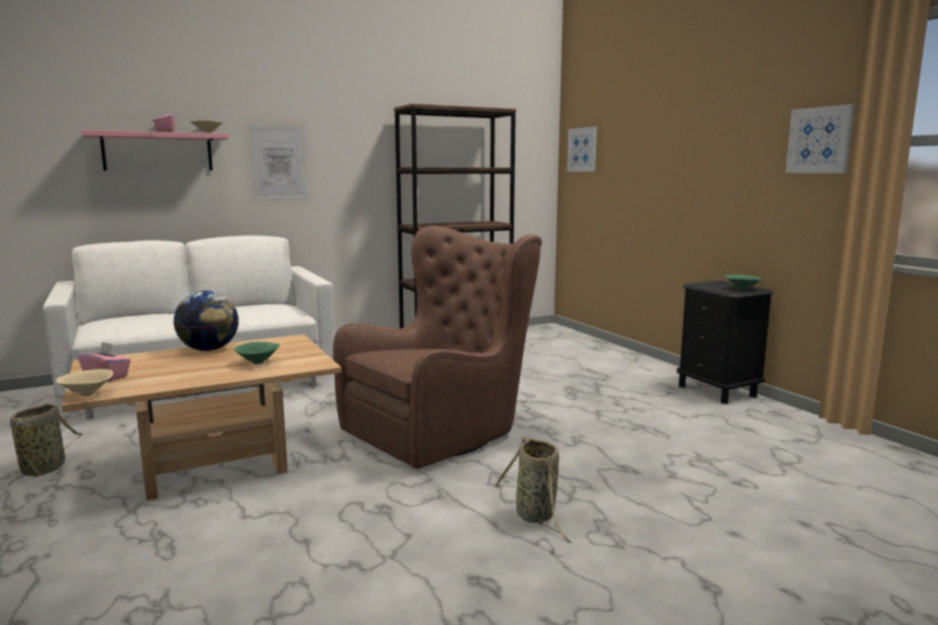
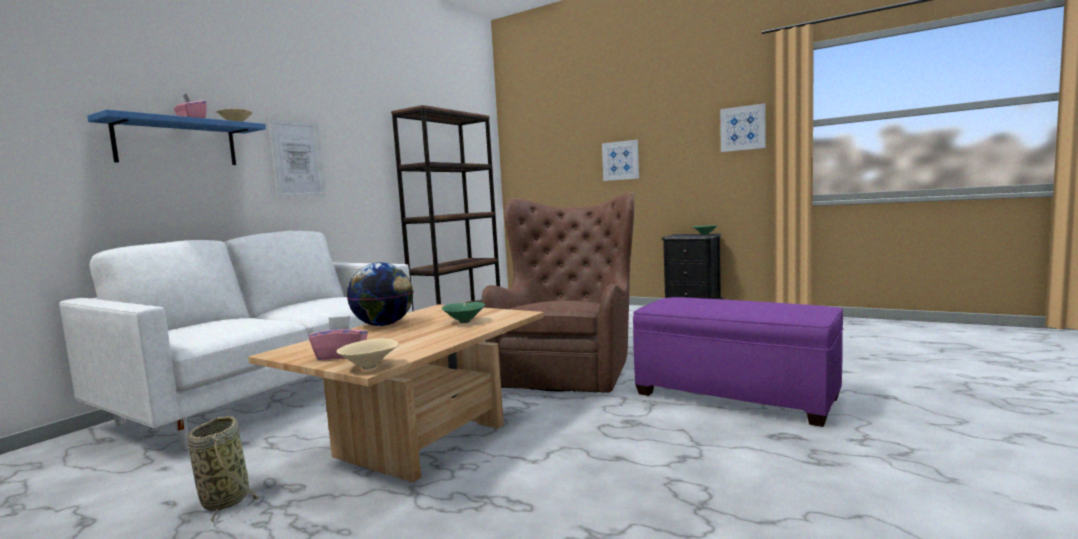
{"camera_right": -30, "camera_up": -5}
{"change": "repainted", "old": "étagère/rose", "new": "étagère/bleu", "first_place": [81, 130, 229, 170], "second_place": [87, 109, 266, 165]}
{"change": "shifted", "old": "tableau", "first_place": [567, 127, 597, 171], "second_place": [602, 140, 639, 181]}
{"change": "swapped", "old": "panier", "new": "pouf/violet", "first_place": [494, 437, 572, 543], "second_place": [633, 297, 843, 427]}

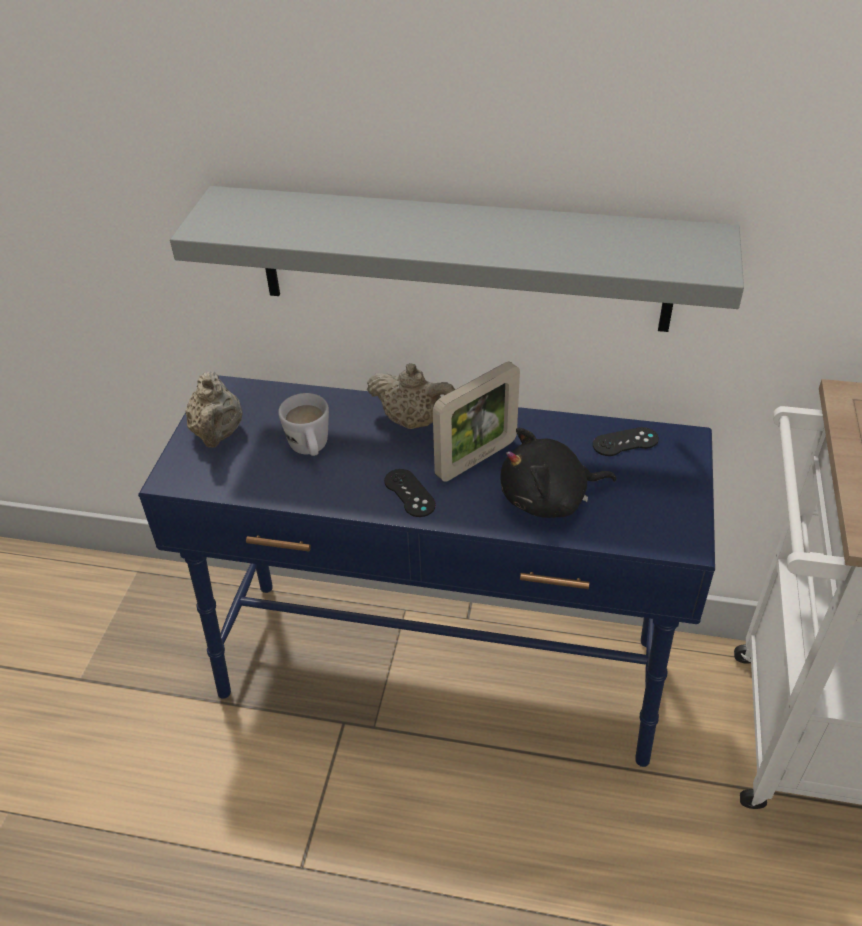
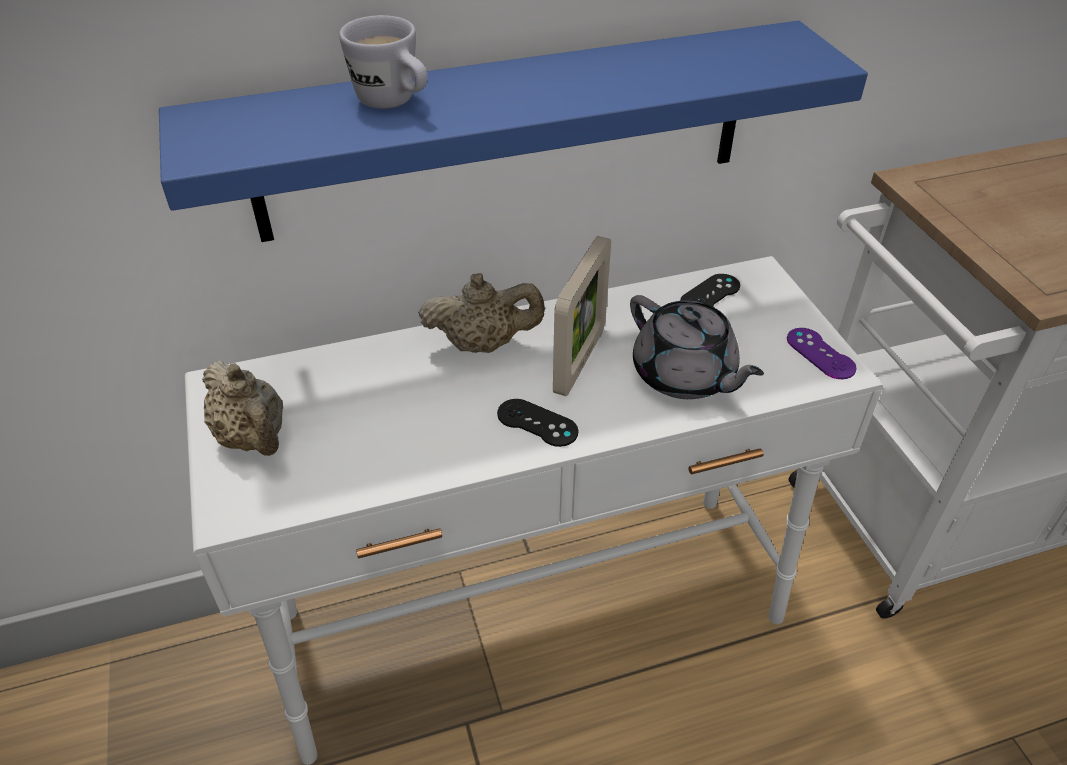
{"camera_right": -30, "camera_up": 0}
{"change": "repainted", "old": "étagère/gris", "new": "étagère/bleu", "first_place": [170, 186, 744, 332], "second_place": [159, 21, 868, 242]}
{"change": "repainted", "old": "table console/bleu", "new": "table console/blanc", "first_place": [138, 375, 715, 767], "second_place": [185, 256, 884, 765]}
{"change": "shifted", "old": "mug/blanc", "first_place": [278, 393, 329, 456], "second_place": [339, 15, 427, 109]}
{"change": "swapped", "old": "peluche/noir", "new": "théière/gris", "first_place": [500, 428, 617, 518], "second_place": [630, 295, 764, 399]}
{"change": "new", "new": "manette/violet", "second_place": [787, 328, 857, 379]}

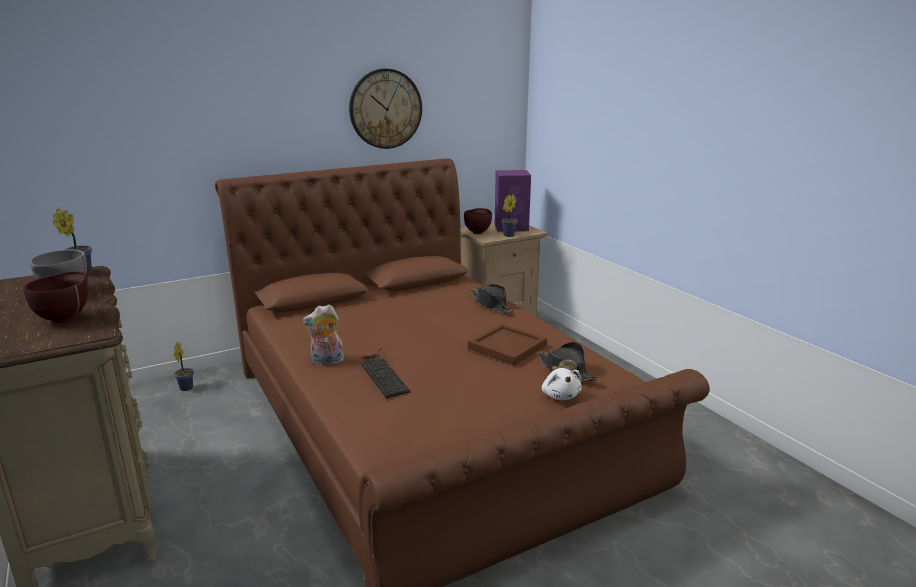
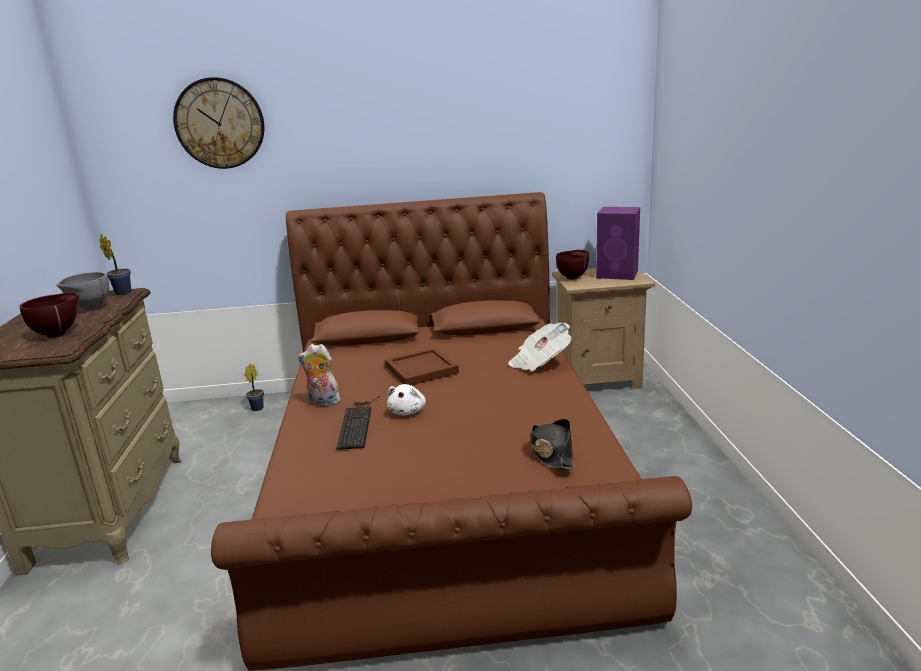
{"camera_right": 25, "camera_up": 0}
{"change": "shifted", "old": "horloge murale", "first_place": [349, 69, 422, 149], "second_place": [173, 77, 264, 169]}
{"change": "shifted", "old": "plateau/marron", "first_place": [468, 324, 547, 365], "second_place": [385, 347, 459, 385]}
{"change": "shifted", "old": "peluche/blanc", "first_place": [542, 368, 582, 400], "second_place": [387, 384, 426, 415]}
{"change": "swapped", "old": "chapeau/noir", "new": "journal", "first_place": [471, 284, 513, 313], "second_place": [508, 322, 572, 371]}
{"change": "gone", "old": "plante en pot", "first_place": [501, 194, 517, 237]}

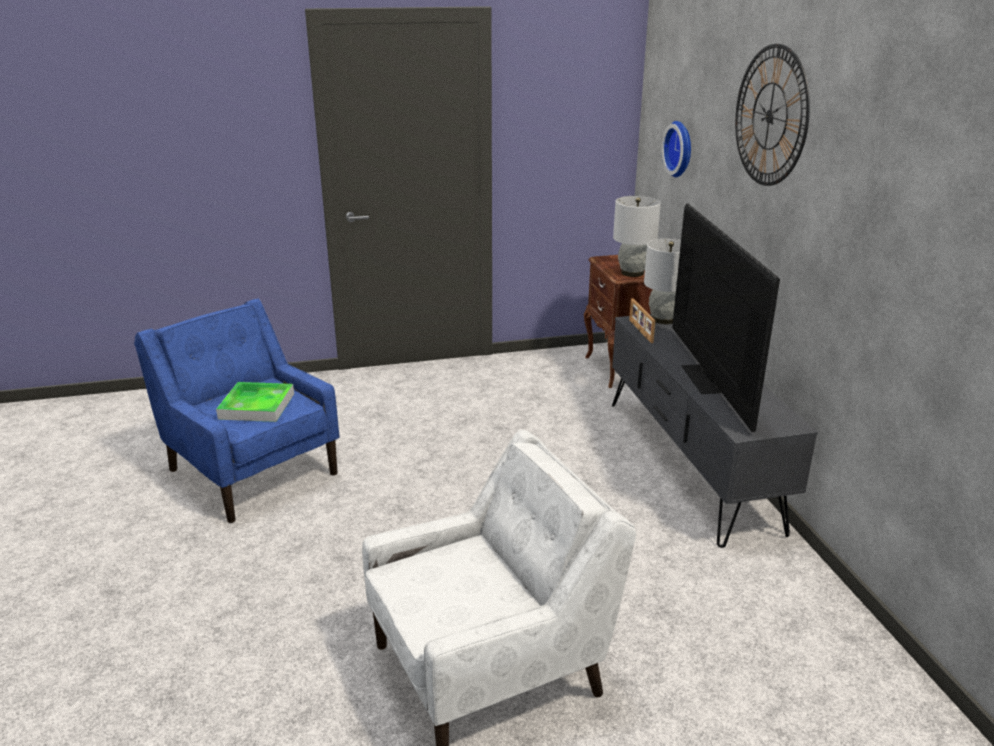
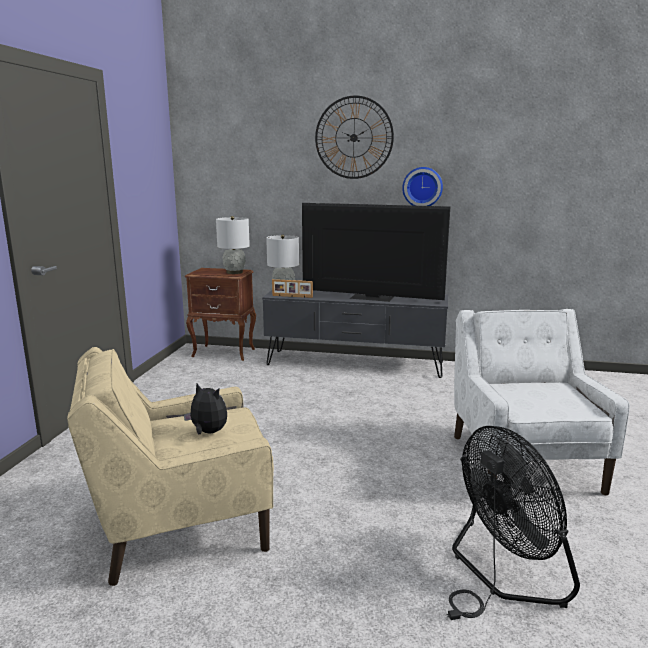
{"camera_right": -65, "camera_up": -10}
{"change": "repainted", "old": "fauteuil/bleu", "new": "fauteuil/beige", "first_place": [134, 298, 340, 523], "second_place": [67, 347, 274, 586]}
{"change": "swapped", "old": "plateau", "new": "peluche", "first_place": [216, 382, 294, 422], "second_place": [184, 383, 227, 434]}
{"change": "shifted", "old": "horloge murale", "first_place": [661, 121, 691, 177], "second_place": [402, 167, 443, 206]}
{"change": "new", "new": "ventilateur/noir", "second_place": [446, 426, 580, 620]}

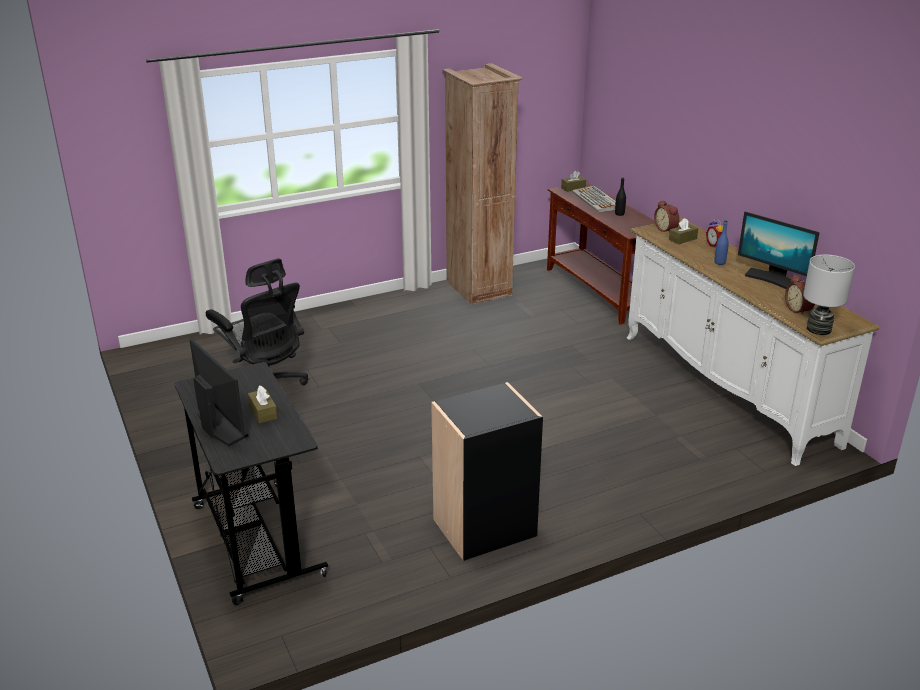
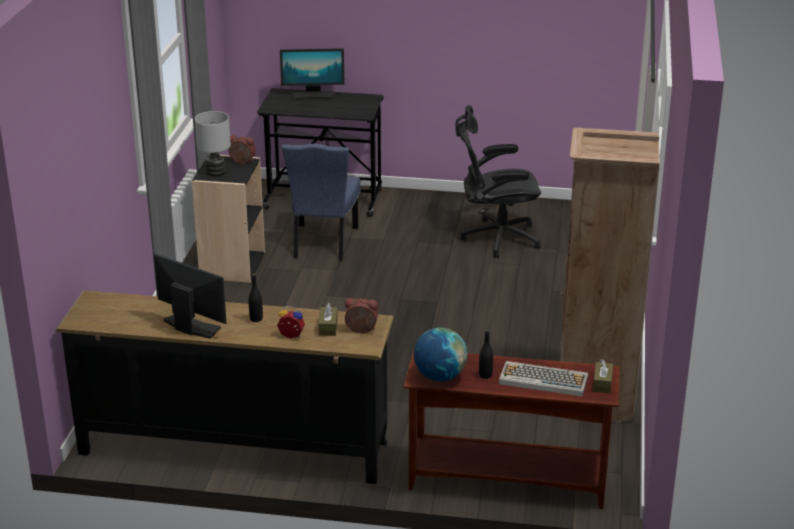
{"camera_right": 125, "camera_up": 0}
{"change": "repainted", "old": "meuble de rangement/blanc", "new": "meuble de rangement/noir", "first_place": [627, 218, 879, 466], "second_place": [55, 290, 394, 484]}
{"change": "rotated", "old": "écran d'ordinateur", "first_place": [738, 212, 820, 289], "second_place": [154, 253, 227, 339], "degrees": 45}
{"change": "shifted", "old": "lampe de table/gris", "first_place": [803, 255, 855, 335], "second_place": [195, 111, 231, 176]}
{"change": "shifted", "old": "réveil", "first_place": [785, 275, 815, 316], "second_place": [229, 135, 256, 164]}
{"change": "repainted", "old": "bouteille/bleu", "new": "bouteille/noir", "first_place": [714, 220, 729, 265], "second_place": [248, 273, 263, 322]}
{"change": "new", "new": "chaise/bleu", "second_place": [282, 144, 361, 261]}
{"change": "new", "new": "globe", "second_place": [414, 328, 467, 381]}
{"change": "gone", "old": "boîte à mouchoirs/marron", "first_place": [248, 385, 278, 424]}

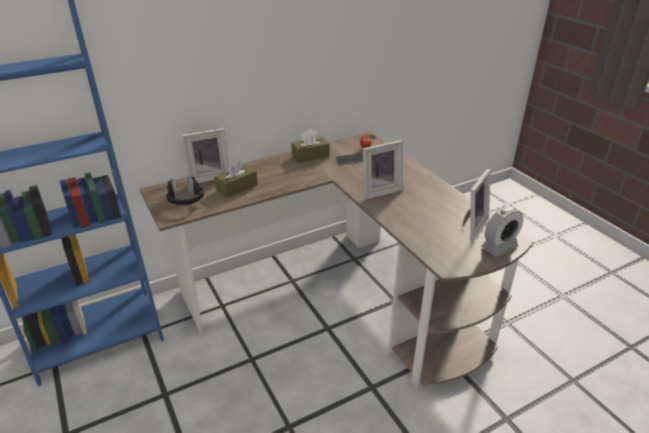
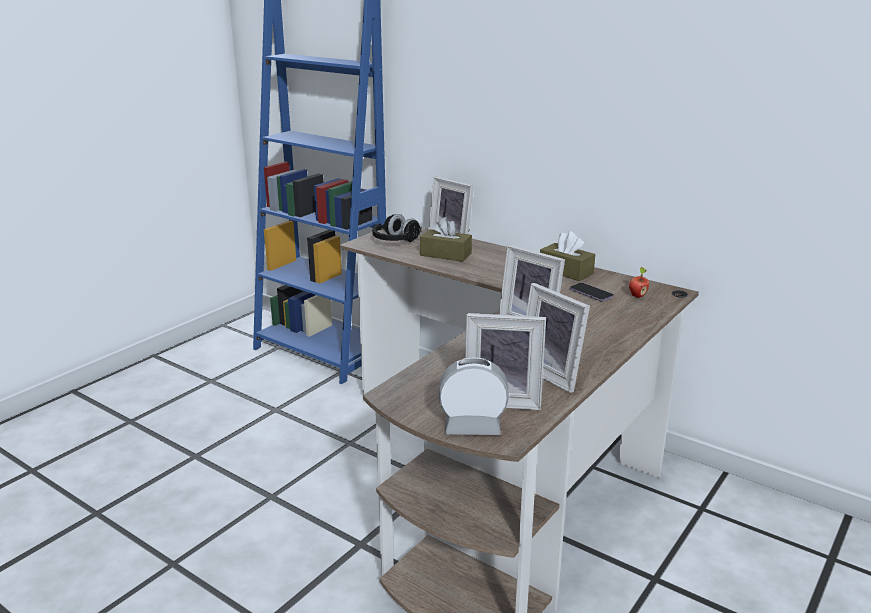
{"camera_right": 65, "camera_up": -10}
{"change": "rotated", "old": "réveil", "first_place": [481, 206, 523, 257], "second_place": [439, 357, 509, 435], "degrees": 150}
{"change": "new", "new": "cadre photo", "second_place": [526, 283, 590, 393]}

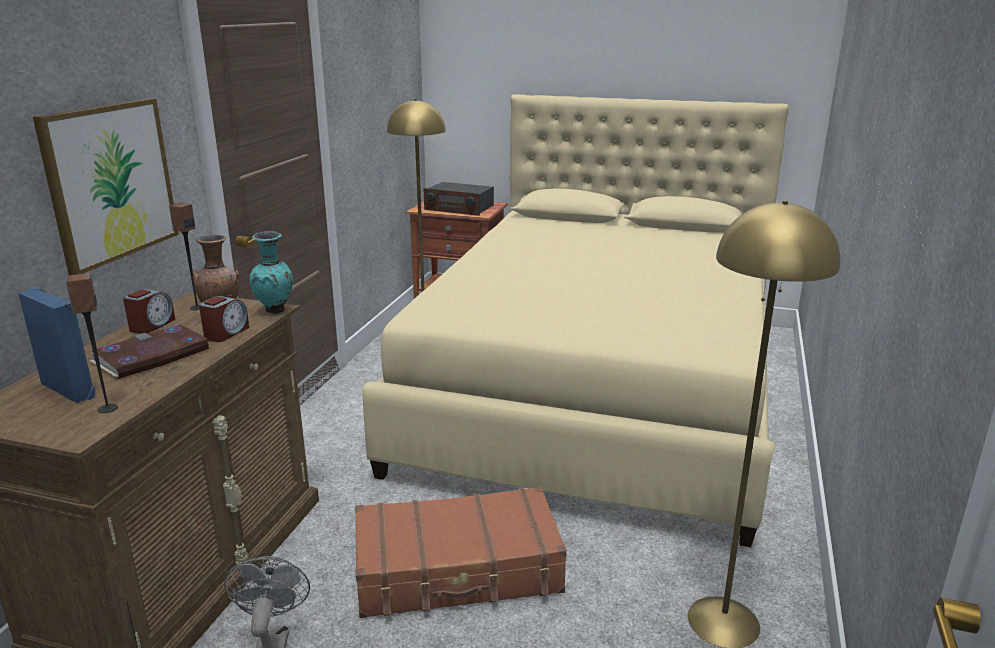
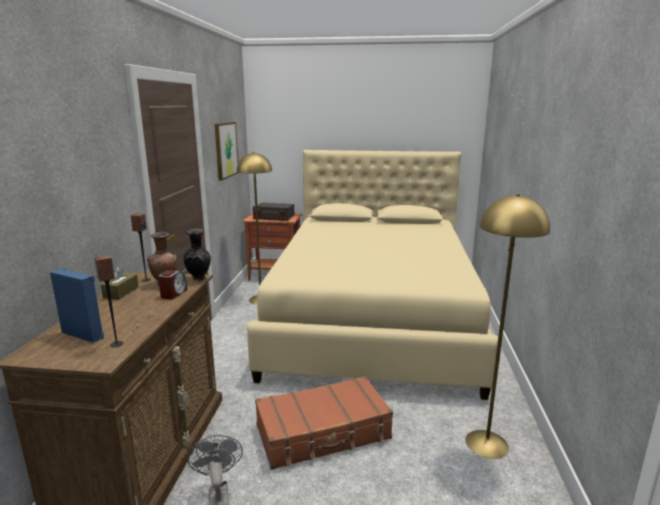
{"camera_right": -10, "camera_up": -5}
{"change": "swapped", "old": "réveil", "new": "boîte à mouchoirs/marron", "first_place": [123, 289, 175, 334], "second_place": [101, 266, 139, 300]}
{"change": "repainted", "old": "vase/turquoise", "new": "vase/noir", "first_place": [250, 231, 293, 314], "second_place": [183, 229, 211, 281]}
{"change": "shifted", "old": "tableau", "first_place": [33, 98, 179, 275], "second_place": [215, 122, 238, 181]}
{"change": "gone", "old": "livre", "first_place": [90, 325, 209, 379]}

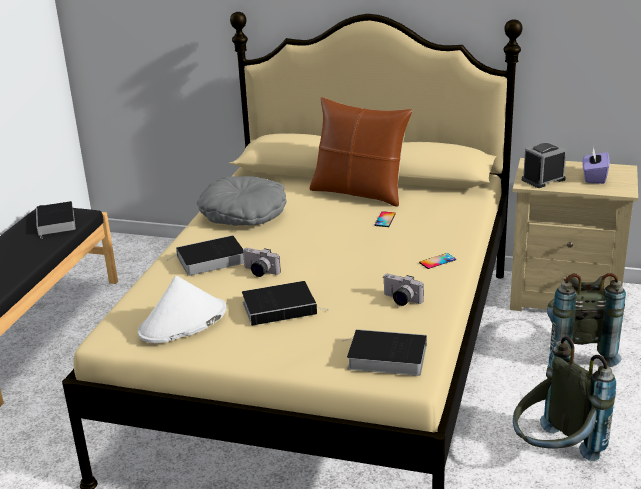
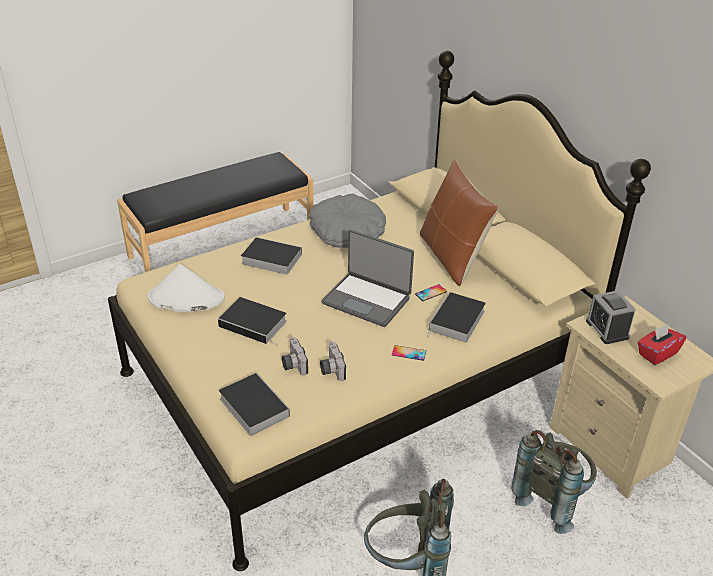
{"camera_right": 40, "camera_up": 10}
{"change": "shifted", "old": "appareil photo", "first_place": [242, 248, 281, 277], "second_place": [282, 337, 308, 375]}
{"change": "new", "new": "ordinateur portable", "second_place": [321, 230, 414, 327]}
{"change": "shifted", "old": "livre", "first_place": [36, 201, 76, 239], "second_place": [427, 292, 486, 342]}
{"change": "rotated", "old": "réveil", "first_place": [522, 142, 567, 188], "second_place": [586, 290, 636, 344], "degrees": -120}
{"change": "repainted", "old": "boîte à mouchoirs/violet", "new": "boîte à mouchoirs/rouge", "first_place": [582, 147, 609, 184], "second_place": [638, 324, 686, 365]}

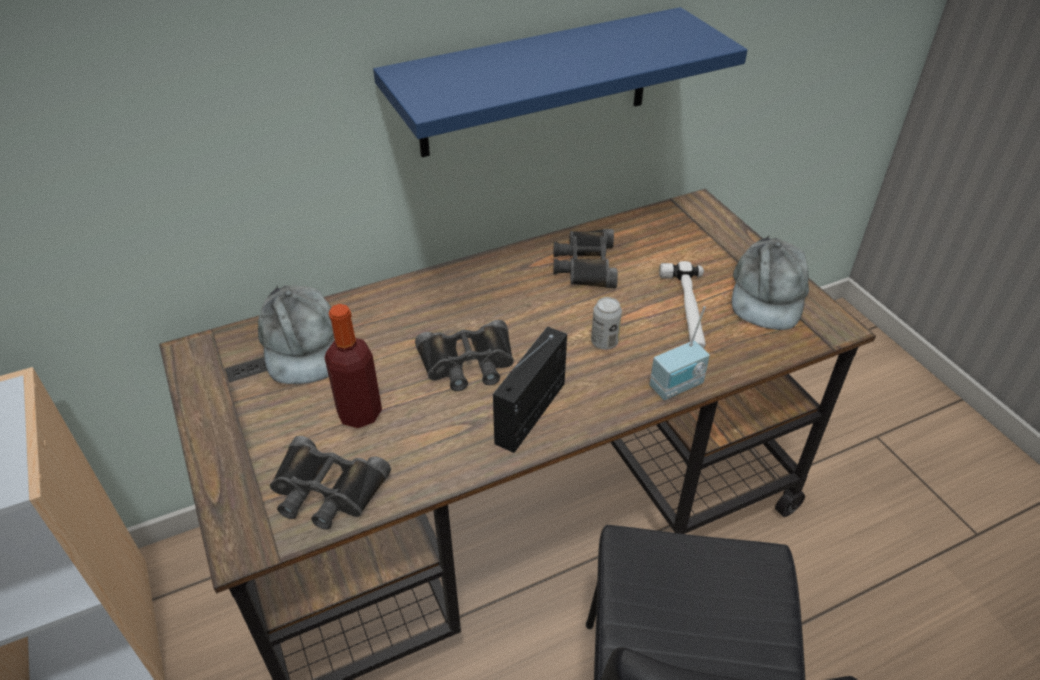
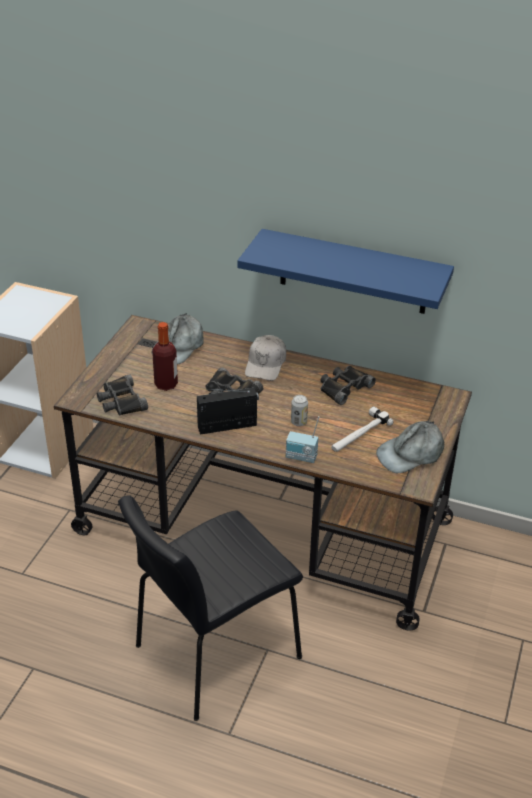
{"camera_right": 45, "camera_up": -5}
{"change": "new", "new": "casquette/blanc", "second_place": [245, 335, 286, 381]}

